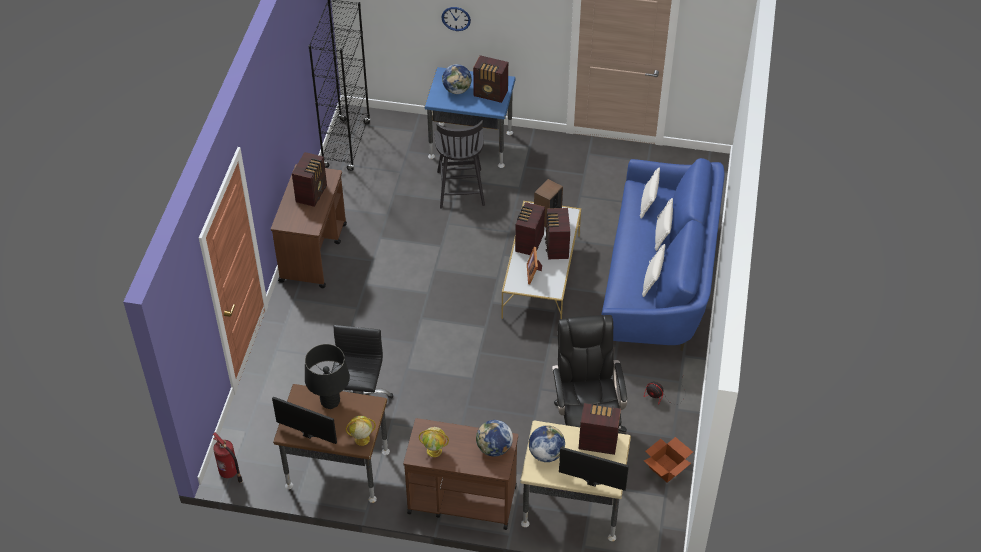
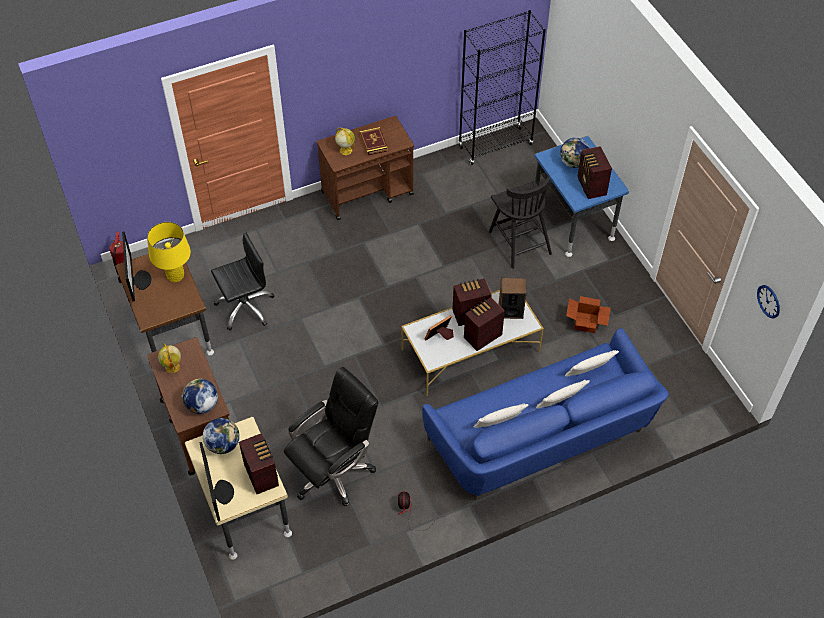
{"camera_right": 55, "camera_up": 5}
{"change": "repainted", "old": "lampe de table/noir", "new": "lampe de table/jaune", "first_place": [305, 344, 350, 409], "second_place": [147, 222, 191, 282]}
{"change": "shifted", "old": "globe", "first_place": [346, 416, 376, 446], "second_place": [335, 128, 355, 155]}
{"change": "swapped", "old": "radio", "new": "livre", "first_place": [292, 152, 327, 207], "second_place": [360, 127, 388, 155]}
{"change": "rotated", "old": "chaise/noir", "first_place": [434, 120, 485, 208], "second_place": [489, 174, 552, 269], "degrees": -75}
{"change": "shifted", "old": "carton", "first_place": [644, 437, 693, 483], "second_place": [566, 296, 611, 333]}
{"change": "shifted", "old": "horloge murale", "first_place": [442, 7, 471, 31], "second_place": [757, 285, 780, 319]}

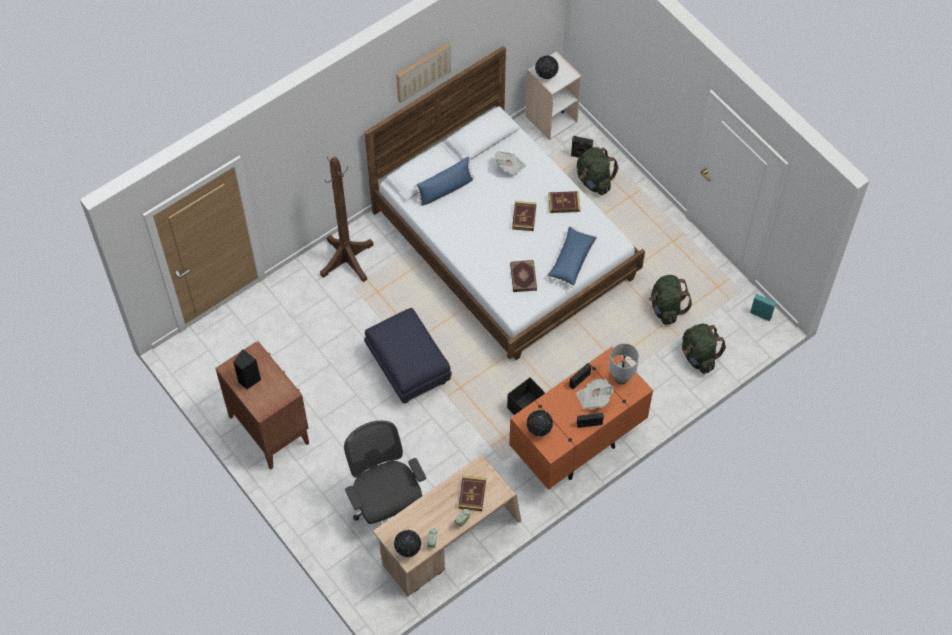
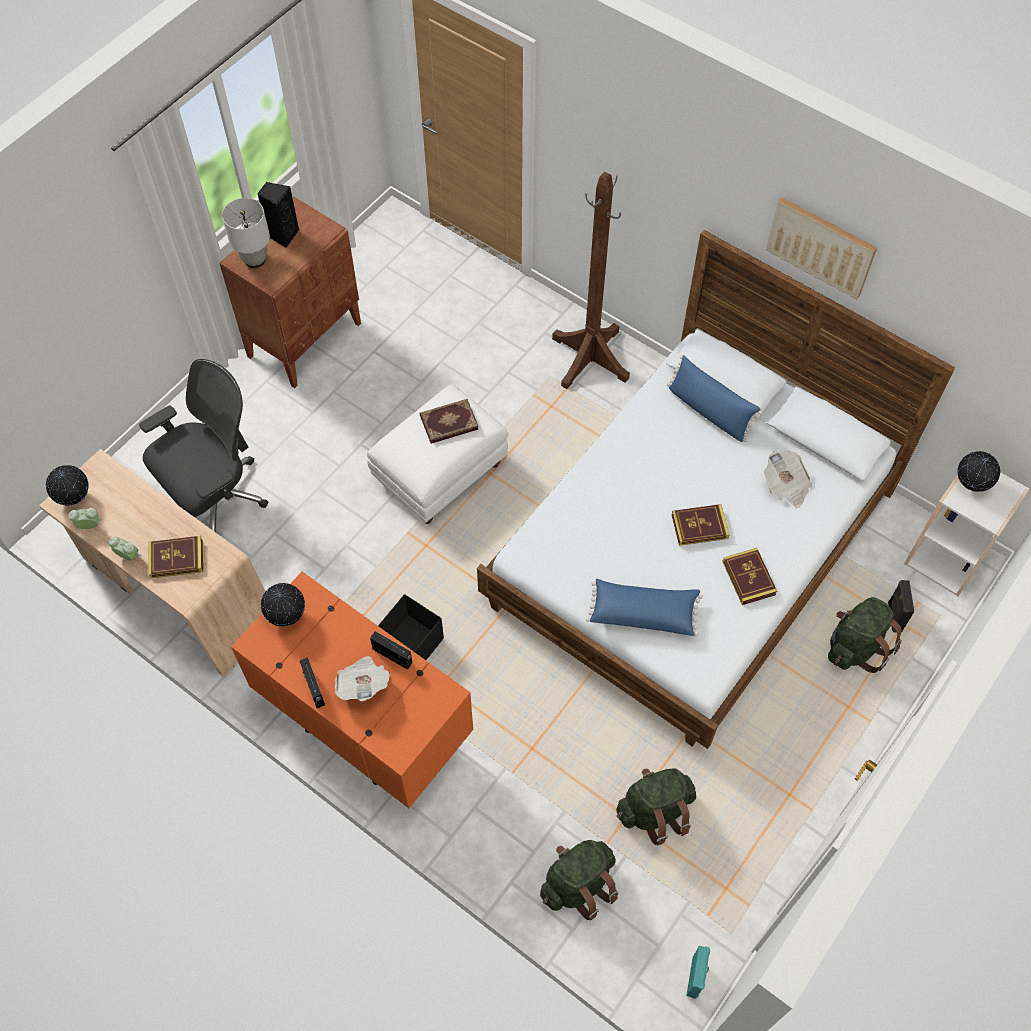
{"camera_right": 75, "camera_up": 0}
{"change": "shifted", "old": "lampe de table/blanc", "first_place": [609, 343, 639, 384], "second_place": [222, 198, 270, 268]}
{"change": "repainted", "old": "pouf/bleu", "new": "pouf/blanc", "first_place": [364, 308, 452, 404], "second_place": [367, 384, 508, 524]}
{"change": "shifted", "old": "livre", "first_place": [510, 260, 537, 292], "second_place": [419, 399, 478, 444]}

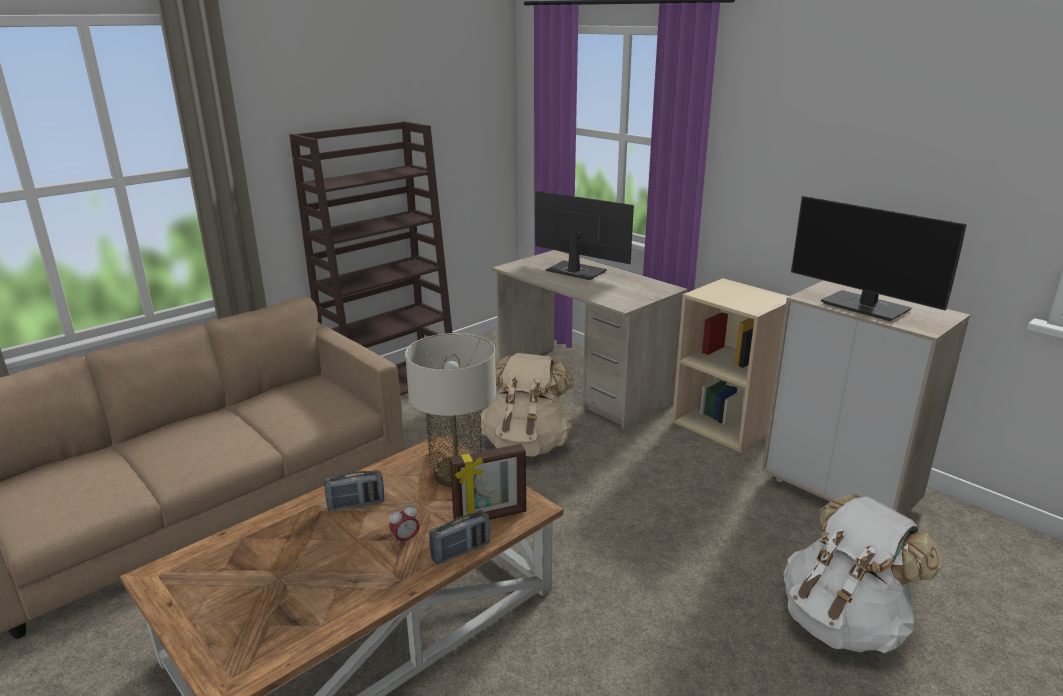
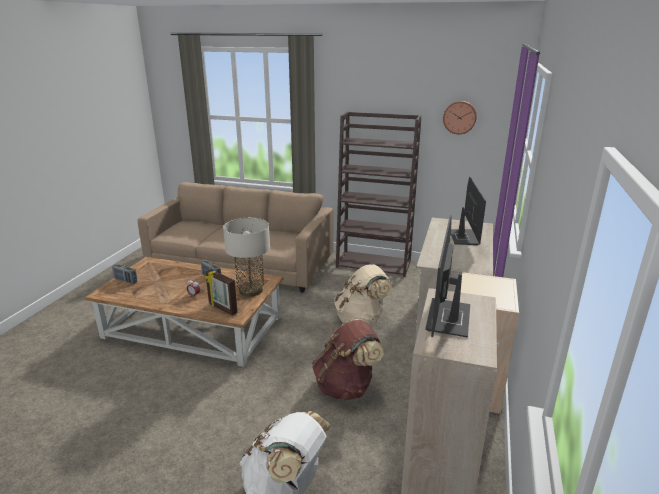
{"camera_right": 60, "camera_up": 0}
{"change": "shifted", "old": "radio", "first_place": [429, 510, 490, 565], "second_place": [112, 264, 137, 284]}
{"change": "new", "new": "sac à dos/marron", "second_place": [312, 319, 384, 400]}
{"change": "new", "new": "horloge murale", "second_place": [443, 101, 477, 134]}

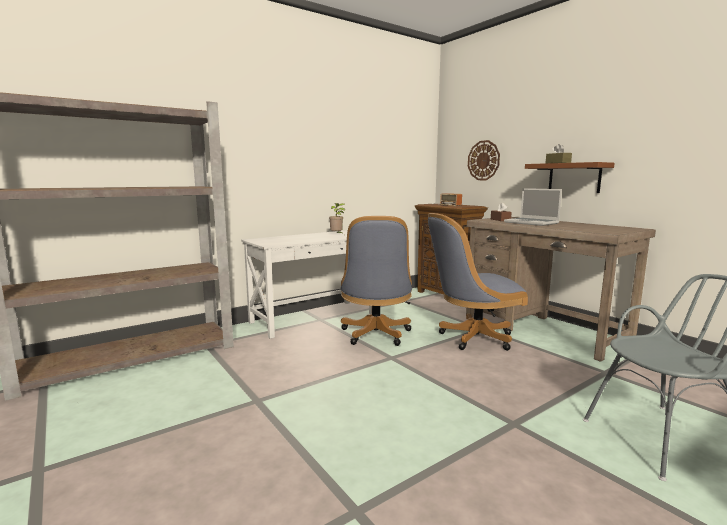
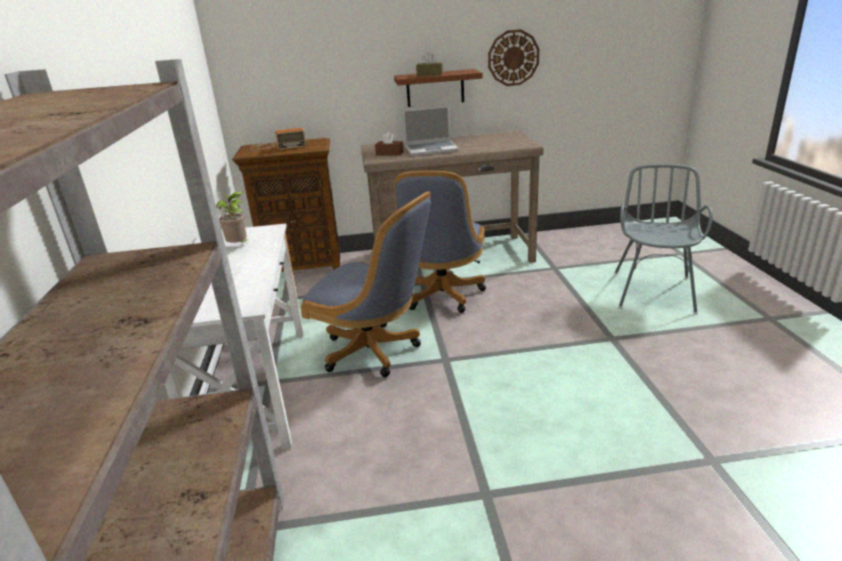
{"camera_right": -60, "camera_up": 15}
{"change": "shifted", "old": "horloge murale", "first_place": [468, 140, 500, 180], "second_place": [488, 29, 539, 86]}

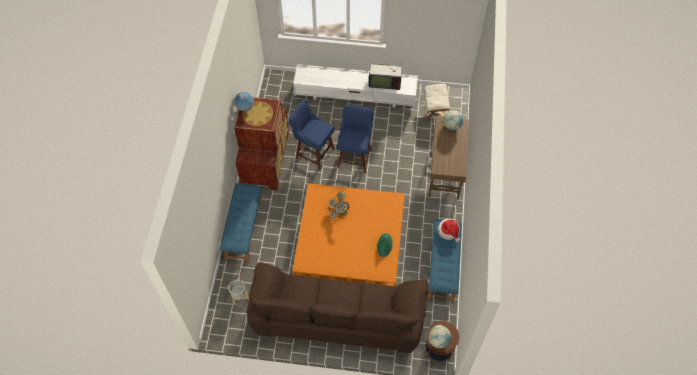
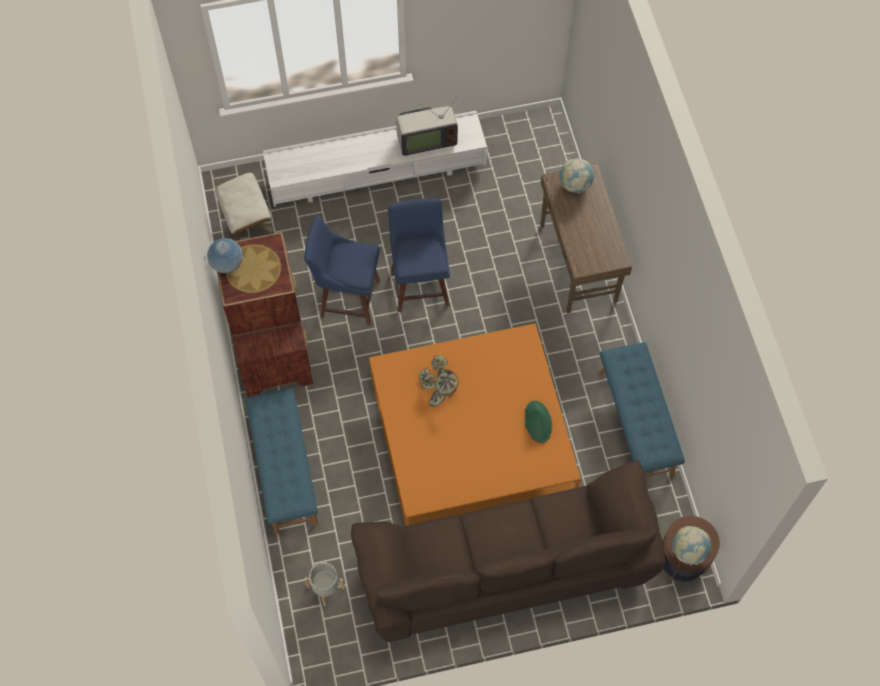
{"camera_right": -20, "camera_up": 5}
{"change": "shifted", "old": "pouf/beige", "first_place": [422, 84, 450, 120], "second_place": [215, 172, 273, 241]}
{"change": "gone", "old": "chapeau", "first_place": [438, 219, 460, 242]}

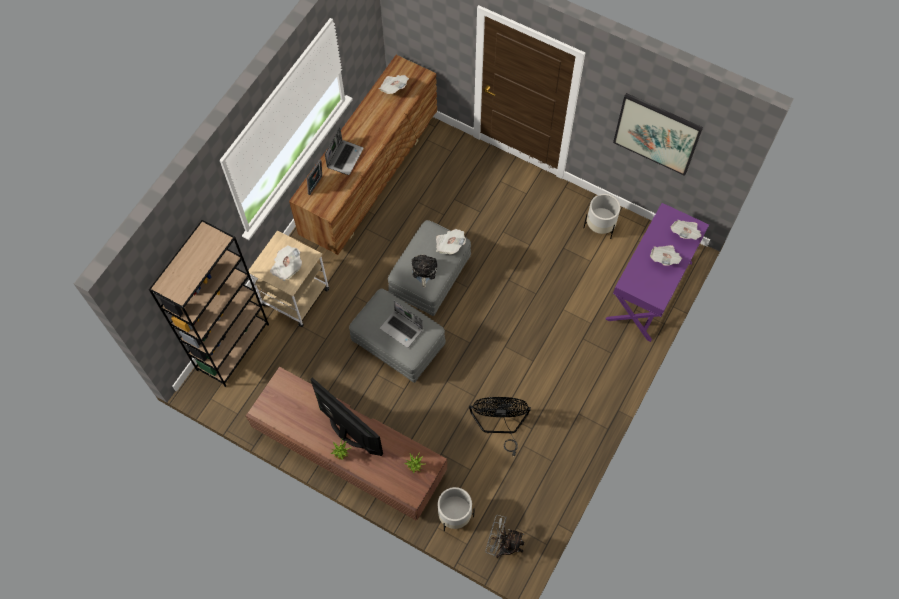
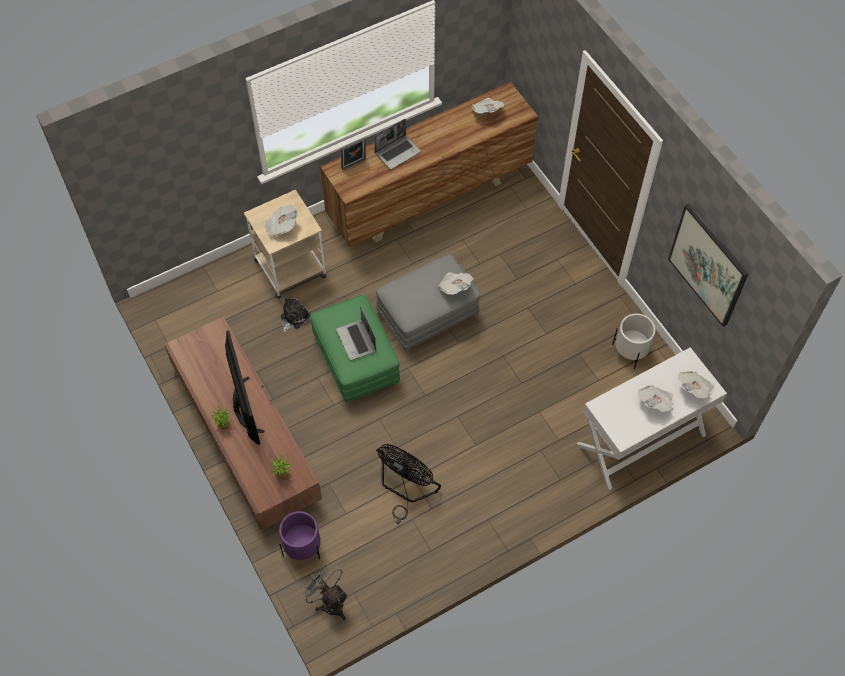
{"camera_right": 30, "camera_up": -5}
{"change": "repainted", "old": "cache-pot/blanc", "new": "cache-pot/violet", "first_place": [438, 487, 475, 531], "second_place": [279, 511, 321, 560]}
{"change": "shifted", "old": "peluche", "first_place": [412, 255, 437, 288], "second_place": [281, 298, 310, 332]}
{"change": "repainted", "old": "pouf/gris", "new": "pouf/vert", "first_place": [349, 289, 446, 383], "second_place": [311, 295, 400, 403]}
{"change": "repainted", "old": "table console/violet", "new": "table console/blanc", "first_place": [605, 203, 709, 342], "second_place": [576, 347, 727, 490]}
{"change": "gone", "old": "bibliothèque/beige", "first_place": [148, 220, 269, 387]}

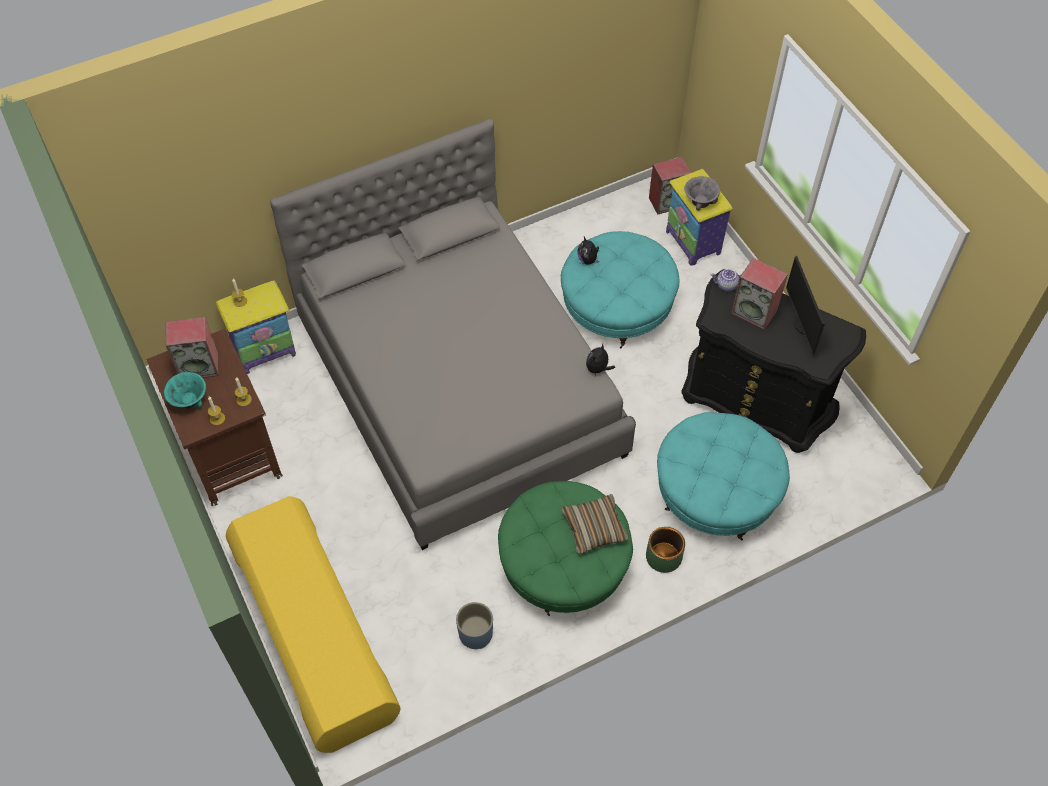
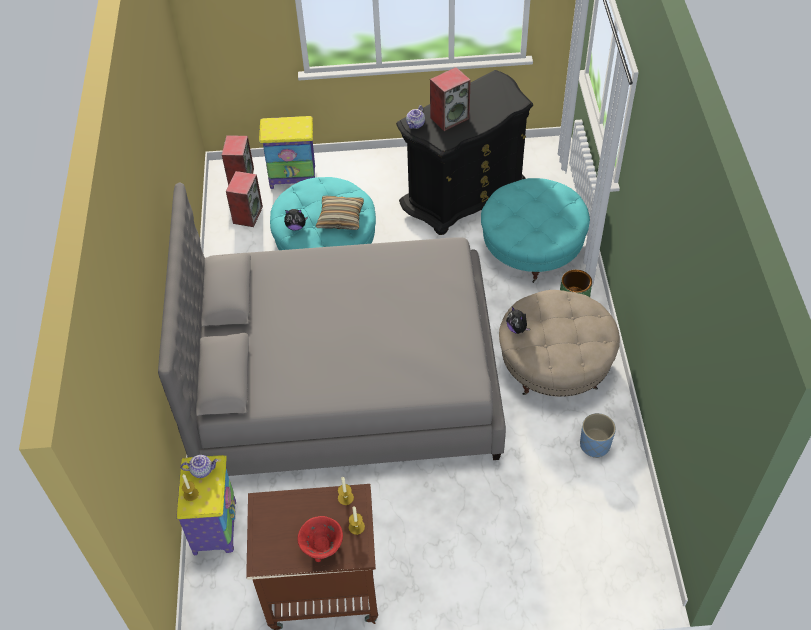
{"camera_right": -65, "camera_up": -5}
{"change": "new", "new": "théière", "second_place": [181, 455, 218, 478]}
{"change": "shifted", "old": "enceinte", "first_place": [166, 317, 219, 378], "second_place": [226, 171, 263, 227]}
{"change": "repainted", "old": "bol/turquoise", "new": "bol/rouge", "first_place": [164, 372, 206, 409], "second_place": [297, 516, 343, 562]}
{"change": "shifted", "old": "coussin", "first_place": [562, 494, 629, 553], "second_place": [316, 196, 364, 230]}
{"change": "repainted", "old": "pouf/vert", "new": "pouf/beige", "first_place": [498, 481, 633, 616], "second_place": [499, 290, 620, 397]}
{"change": "shifted", "old": "peluche", "first_place": [586, 344, 615, 376], "second_place": [506, 307, 530, 334]}
{"change": "gone", "old": "banc/jaune", "first_place": [226, 496, 400, 753]}
{"change": "gone", "old": "bol/gris", "first_place": [684, 176, 720, 211]}
{"change": "gone", "old": "écran d'ordinateur", "first_place": [786, 255, 825, 355]}

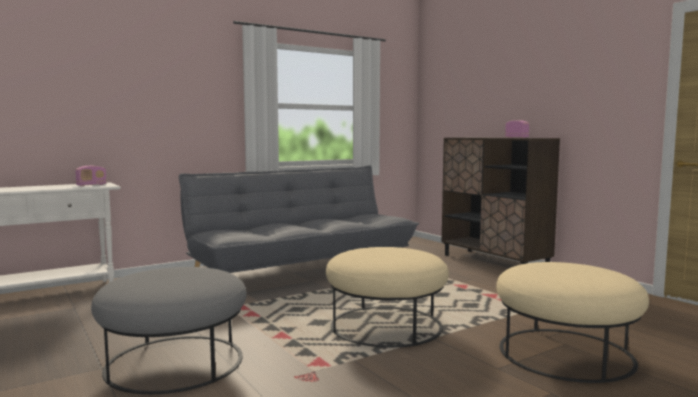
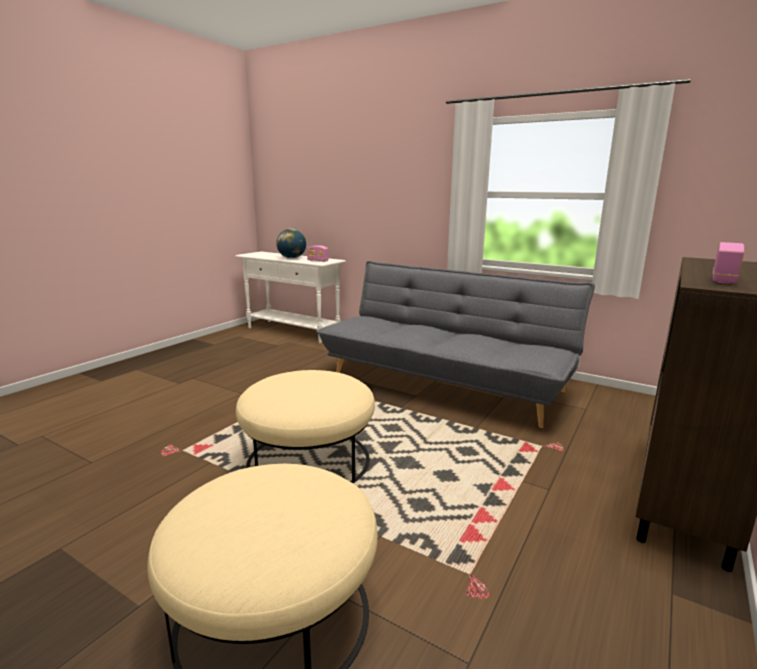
{"camera_right": 65, "camera_up": 10}
{"change": "new", "new": "globe", "second_place": [276, 229, 306, 259]}
{"change": "gone", "old": "pouf/gris", "first_place": [91, 267, 247, 394]}

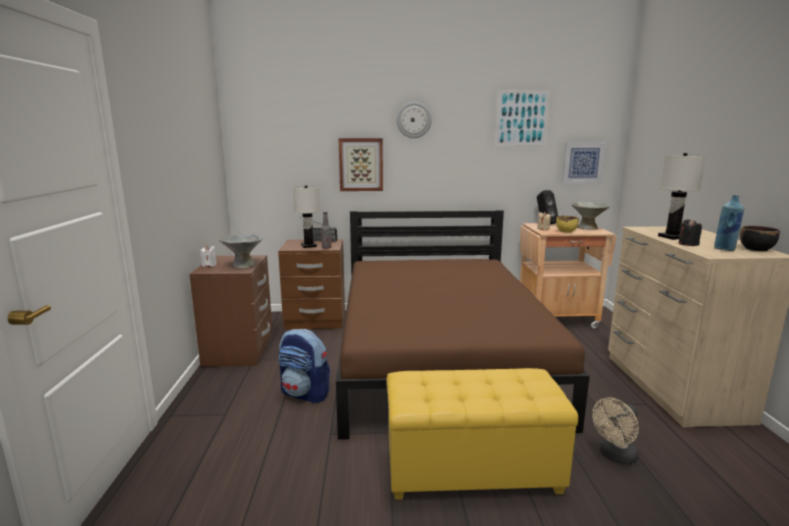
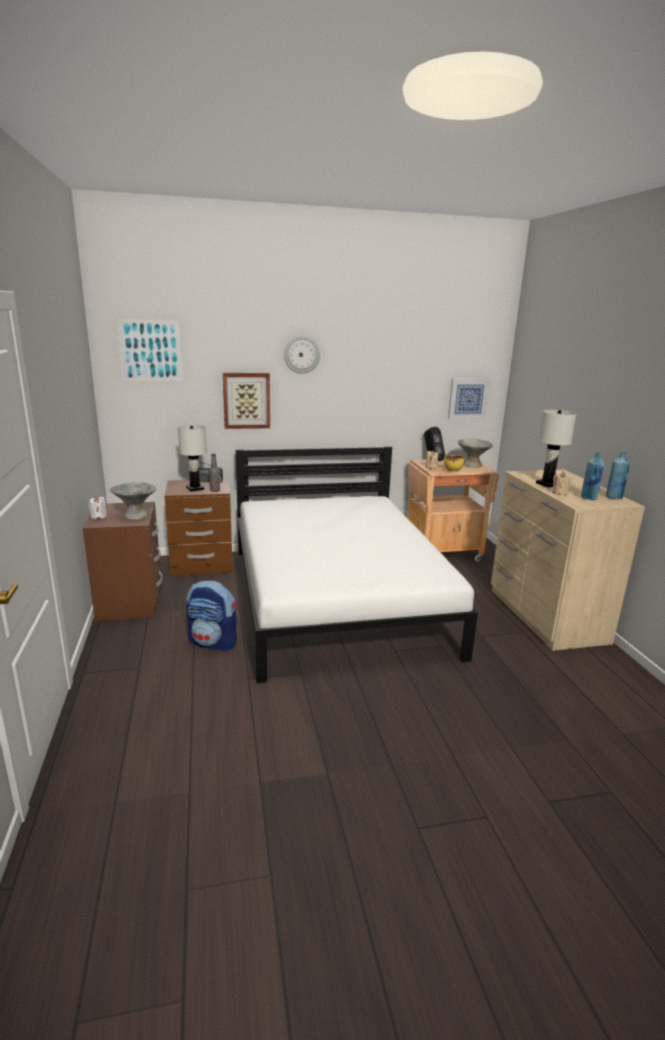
{"camera_right": -10, "camera_up": 5}
{"change": "shifted", "old": "tableau", "first_place": [494, 90, 551, 146], "second_place": [117, 319, 183, 381]}
{"change": "repainted", "old": "lit/marron", "new": "lit/blanc", "first_place": [336, 210, 590, 440], "second_place": [236, 447, 478, 683]}
{"change": "repainted", "old": "bougie/noir", "new": "bougie/beige", "first_place": [678, 219, 702, 246], "second_place": [552, 471, 572, 495]}
{"change": "swapped", "old": "bol/noir", "new": "bouteille/bleu", "first_place": [740, 226, 780, 251], "second_place": [606, 452, 630, 499]}
{"change": "gone", "old": "pouf/jaune", "first_place": [386, 368, 578, 500]}
{"change": "gone", "old": "ventilateur/beige", "first_place": [592, 397, 639, 465]}

